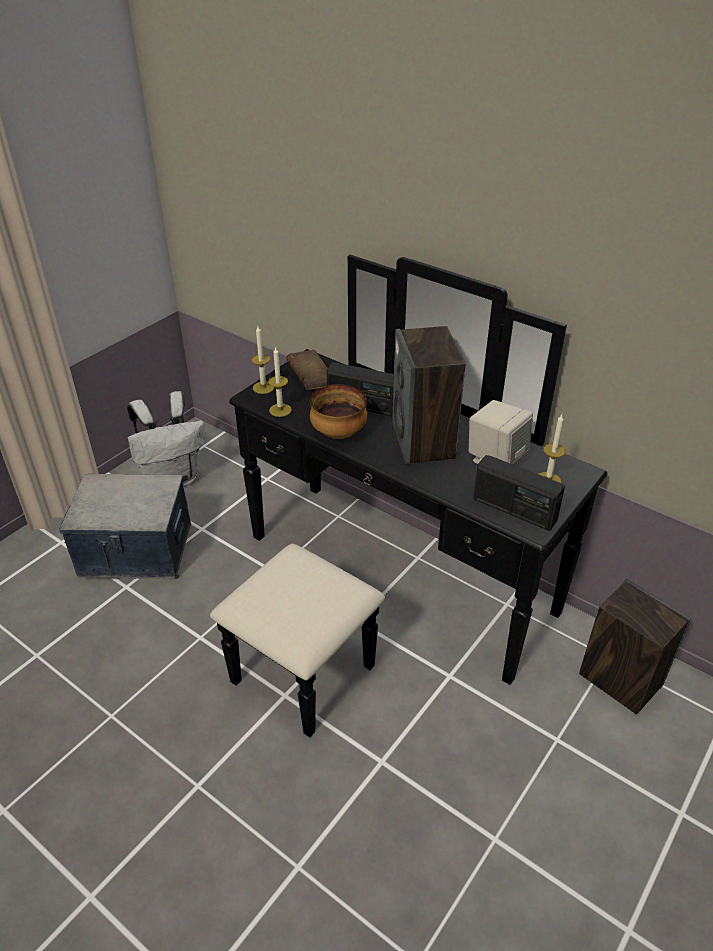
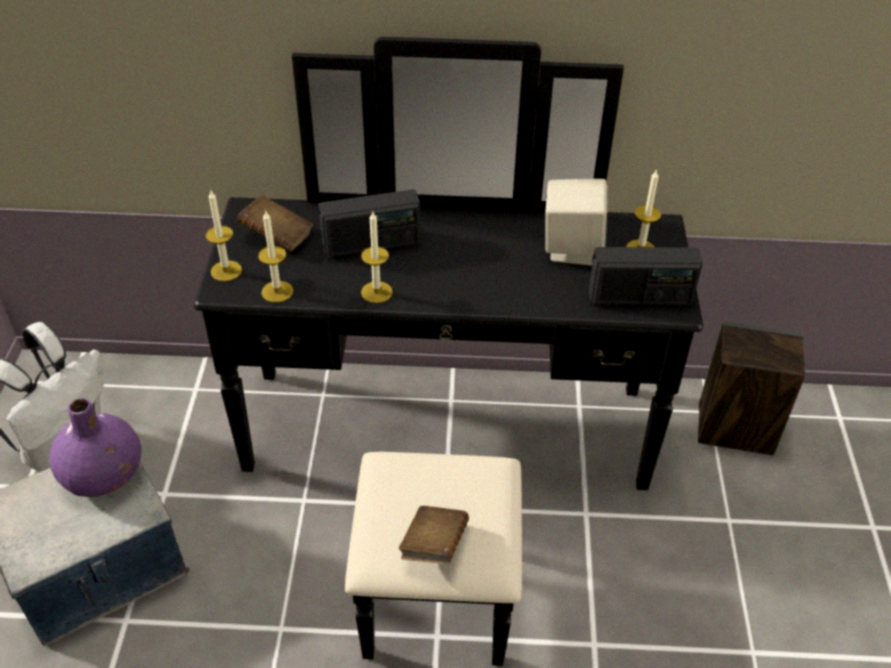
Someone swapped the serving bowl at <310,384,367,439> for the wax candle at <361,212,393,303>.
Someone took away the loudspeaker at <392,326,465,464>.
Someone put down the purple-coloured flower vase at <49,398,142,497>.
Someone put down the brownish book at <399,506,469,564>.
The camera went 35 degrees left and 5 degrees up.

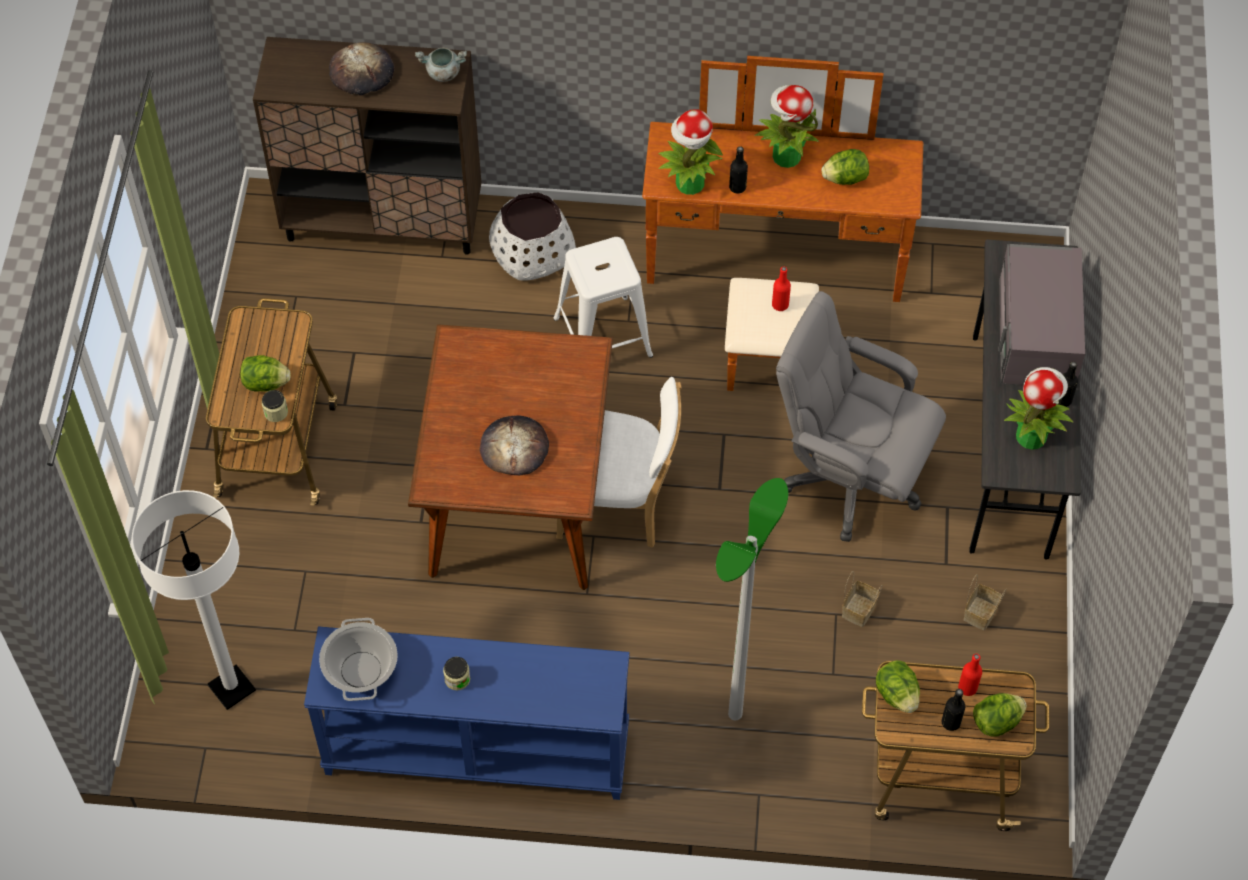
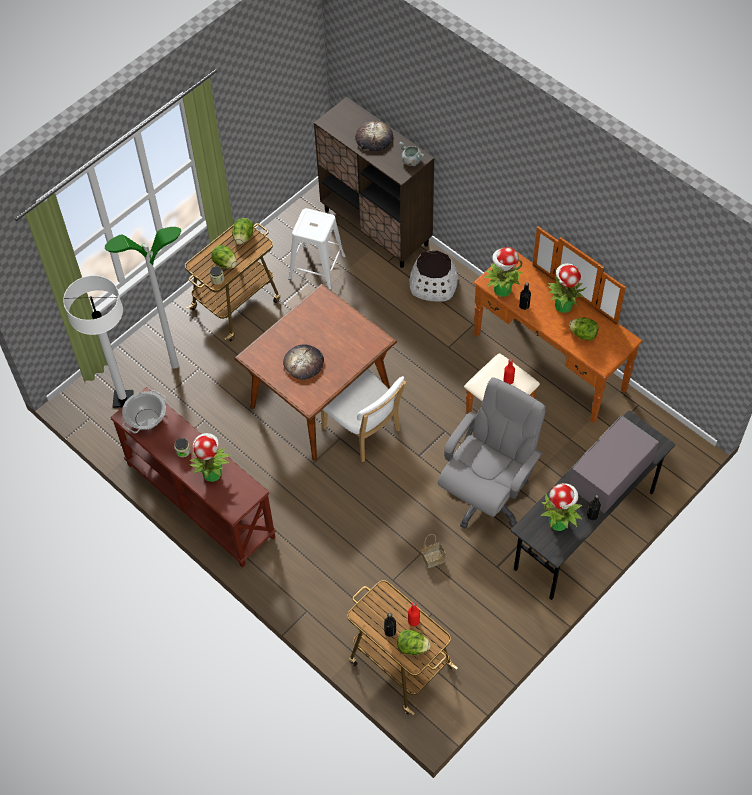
Someone repainted the blue hall table at <304,626,630,800>, which became the brownish hall table at <110,387,276,568>.
Someone carried the white stool from <553,237,653,358> to <288,208,346,290>.
Someone carried the floor lamp from <716,478,788,721> to <105,227,181,368>.
Someone rotated the greyish office chair at <776,291,946,542> by 60 degrees clockwise.
Someone carried the head of lettuce from <876,660,920,713> to <232,218,254,244>.
Someone took away the household basket at <964,575,1006,630>.
Someone put down the plant in a pot at <189,433,231,482>.
The camera went 40 degrees right and 0 degrees up.

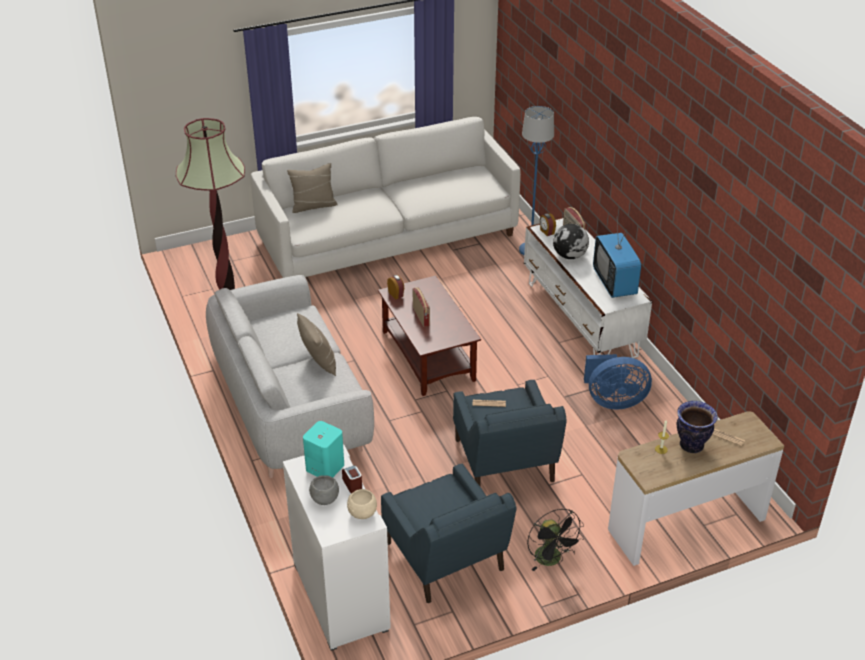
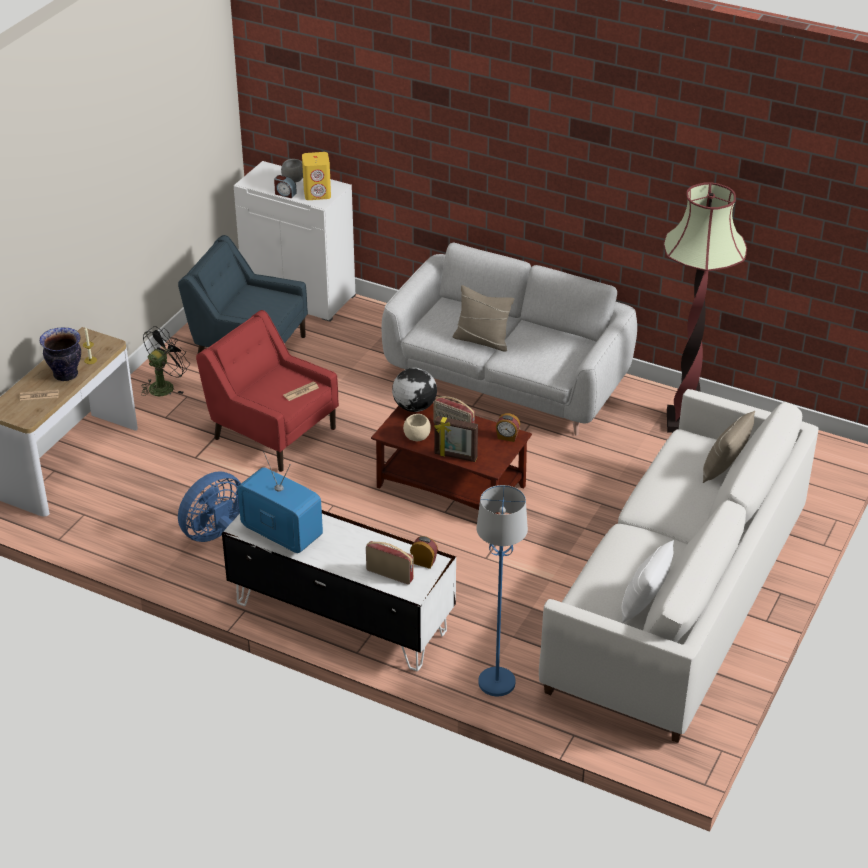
Someone repainted the blue-green loudspeaker at <303,421,344,477>, which became the yellow-coloured loudspeaker at <302,152,331,200>.
Someone carried the beige serving bowl from <347,489,377,519> to <403,414,431,441>.
Someone repainted the blue lounge chair at <453,380,567,487>, which became the red-coloured lounge chair at <196,310,339,472>.
Someone rotated the black cooling fan at <527,509,584,571> by 105 degrees clockwise.
Someone carried the world globe from <553,224,589,259> to <392,368,437,412>.
Someone put down the photo frame at <434,416,478,462>.
Someone put down the white throw pillow at <621,540,674,623>.
The camera went 140 degrees right and 0 degrees up.

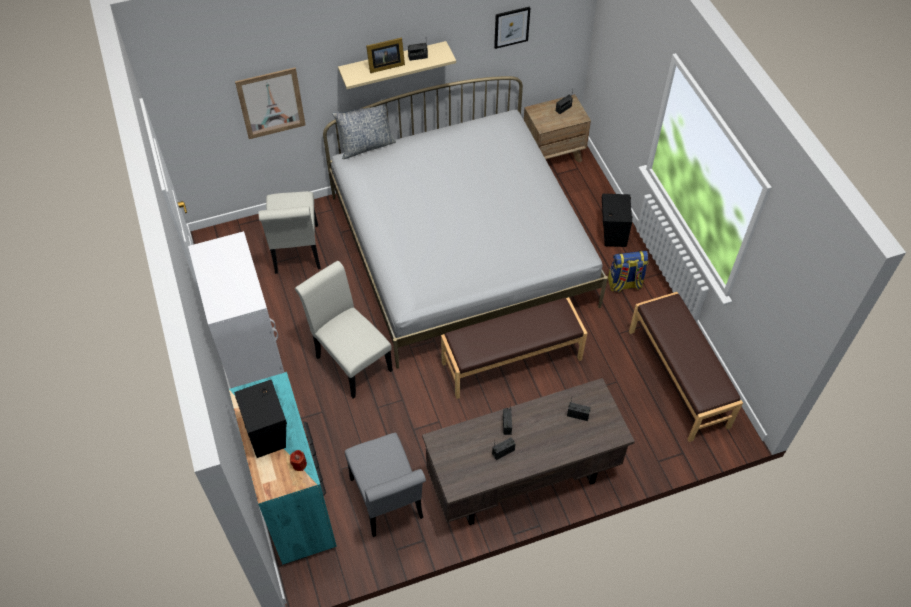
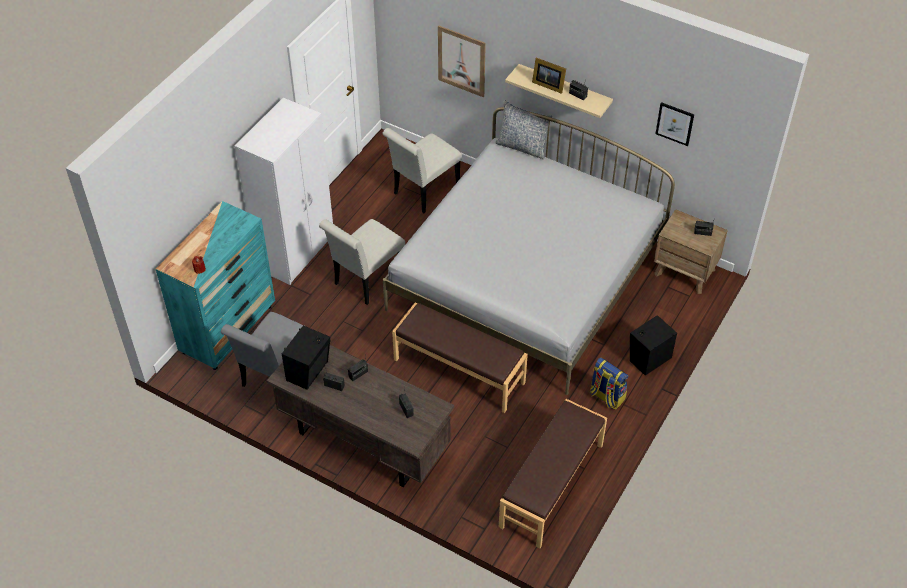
Someone carried the black loudspeaker from <234,380,287,458> to <282,325,331,390>.
Someone rotated the white plain chair at <295,261,393,399> by 150 degrees counterclockwise.
The camera went 50 degrees right and 5 degrees down.

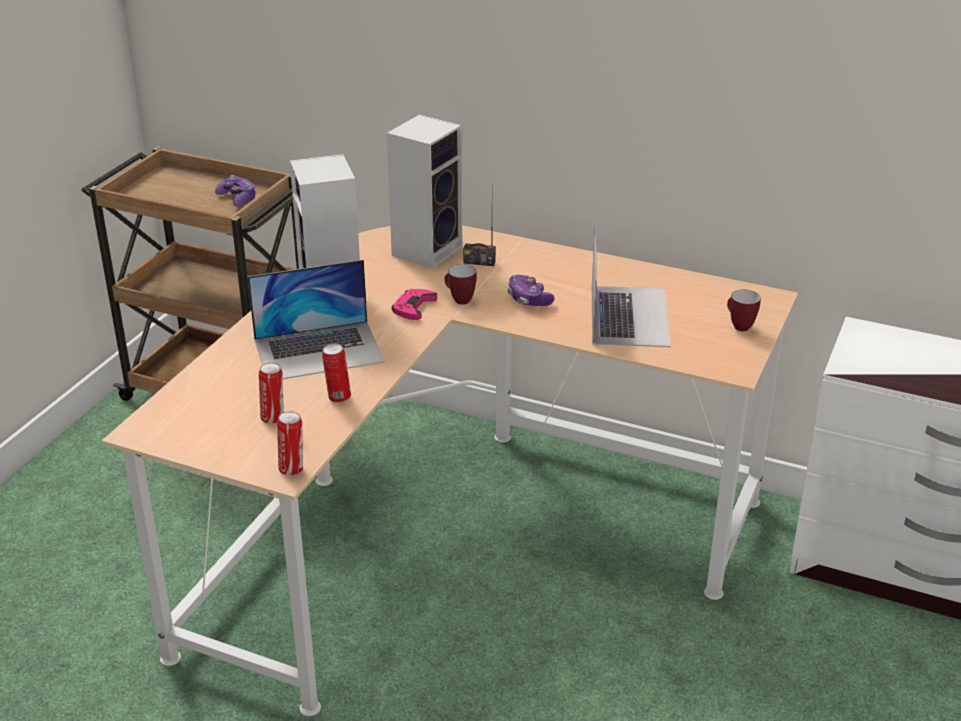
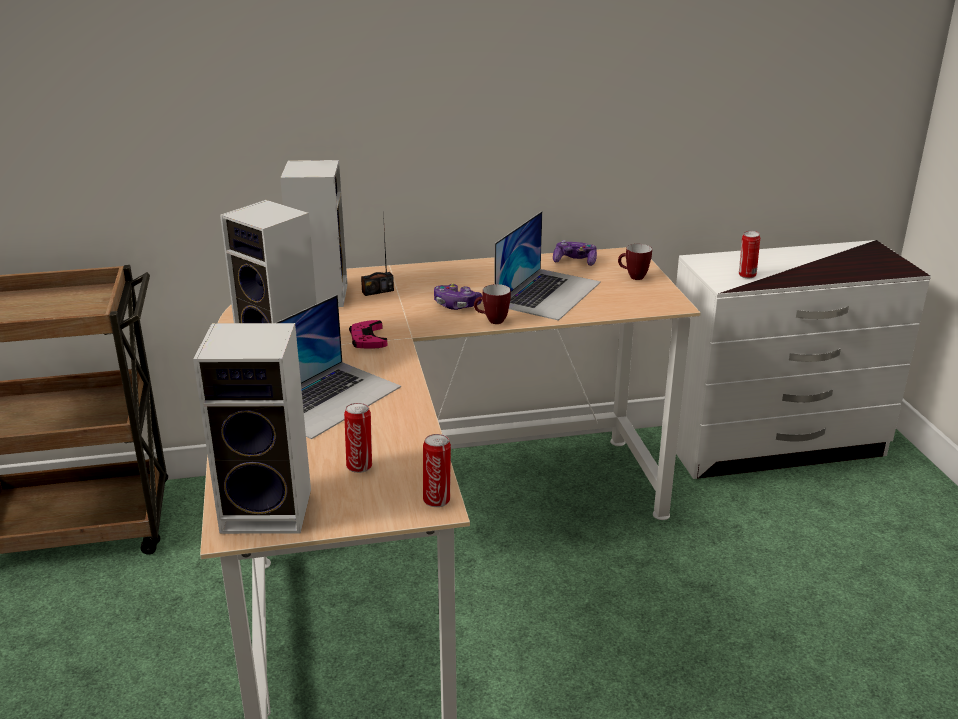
Someone carried the game controller from <215,175,257,207> to <553,240,597,266>.
Someone carried the sealed can from <322,343,351,403> to <739,231,760,278>.
Someone carried the coffee mug from <445,264,477,305> to <474,284,511,324>.
Someone rotated the portable computer at <592,226,671,347> by 60 degrees clockwise.
Someone put down the loudspeaker at <193,323,311,534>.
The camera went 35 degrees left and 5 degrees down.

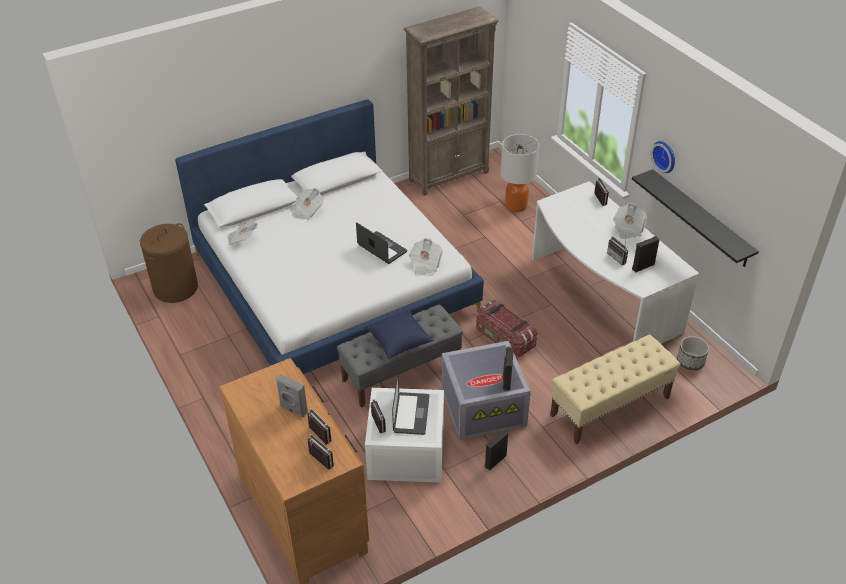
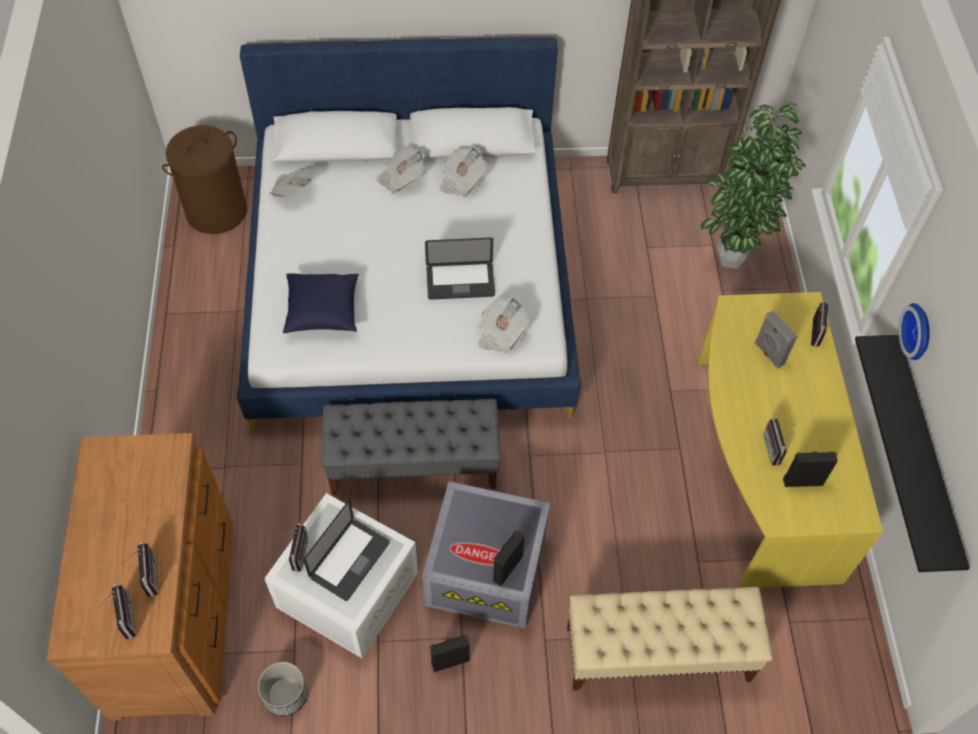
Someone carried the greyish loudspeaker from <276,374,308,417> to <755,311,797,369>.
Someone rotated the portable computer at <356,222,407,264> by 105 degrees clockwise.
Someone carried the blue throw pillow from <365,311,434,359> to <283,274,359,333>.
Someone took away the storage container at <476,300,537,357>.
Someone swapped the tabletop lamp at <500,134,539,212> for the plant in a pot at <700,102,806,269>.
Someone repainted the white desk unit at <532,181,699,344>, which became the yellow-coloured desk unit at <698,292,883,588>.
Someone carried the printed paper from <613,203,647,239> to <440,147,487,197>.
Someone carried the planter from <677,336,709,370> to <258,662,308,717>.
The camera went 25 degrees right and 15 degrees up.

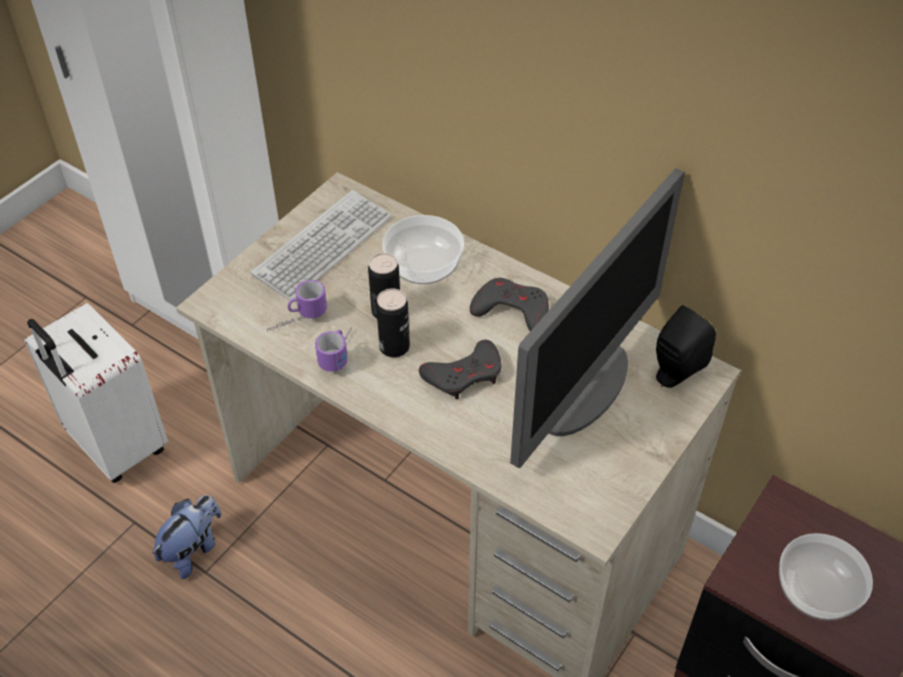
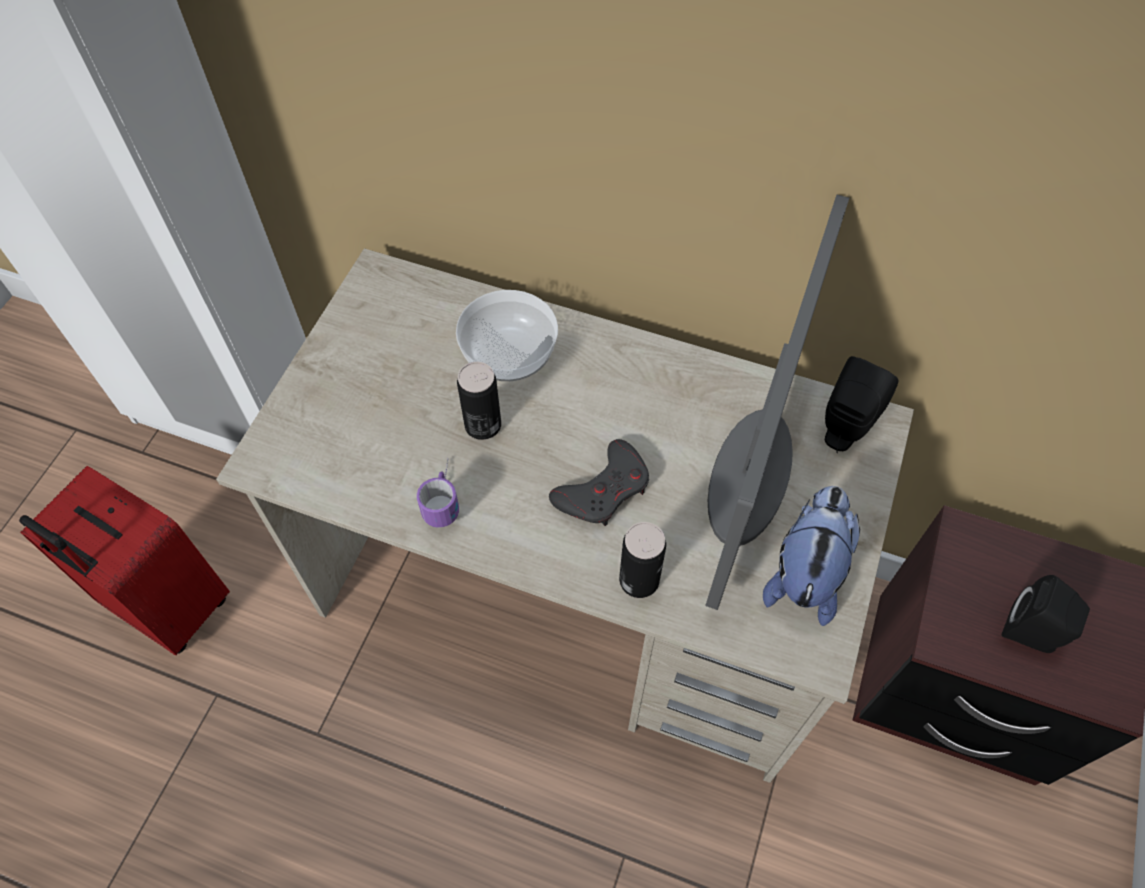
Someone repainted the white travel case at <24,303,168,483>, which became the red-coloured travel case at <19,466,230,655>.
Someone carried the plush toy from <152,495,222,579> to <763,486,860,626>.
Someone took away the PC keyboard at <251,190,392,300>.
Someone took away the coffee mug at <267,280,327,332>.
Someone carried the sealed can from <376,288,410,357> to <619,522,666,598>.
Someone took away the greyish game controller at <470,278,549,331>.
Someone swapped the serving bowl at <779,533,873,621> for the black loudspeaker at <1001,575,1090,653>.
The camera went 15 degrees left and 10 degrees up.

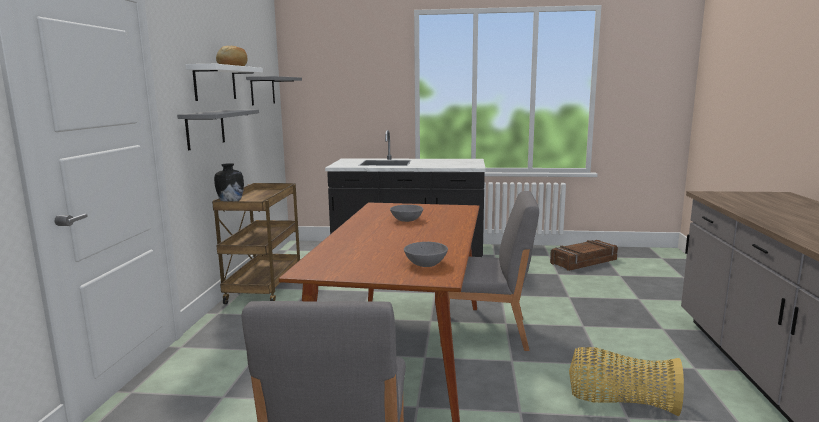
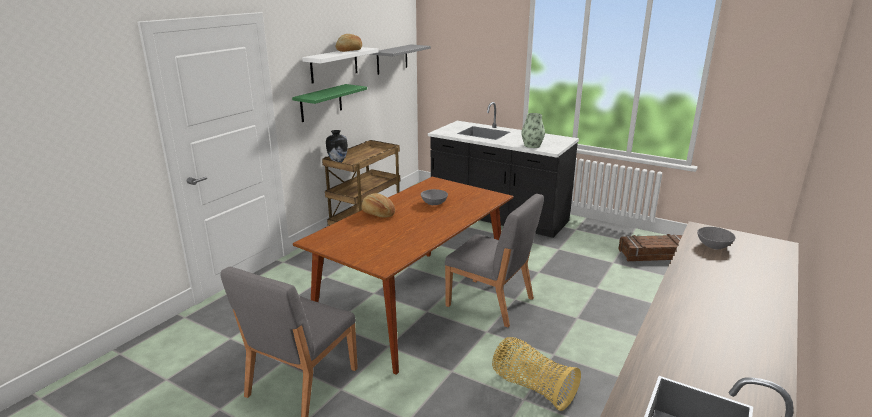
Someone repainted the greyish wall shelf at <177,110,259,150>, which became the green wall shelf at <292,84,367,122>.
Someone carried the greyish serving bowl from <404,242,448,267> to <697,227,736,249>.
Someone put down the bread at <361,193,395,218>.
Someone put down the flower vase at <521,113,545,148>.
The camera went 25 degrees right and 10 degrees up.

